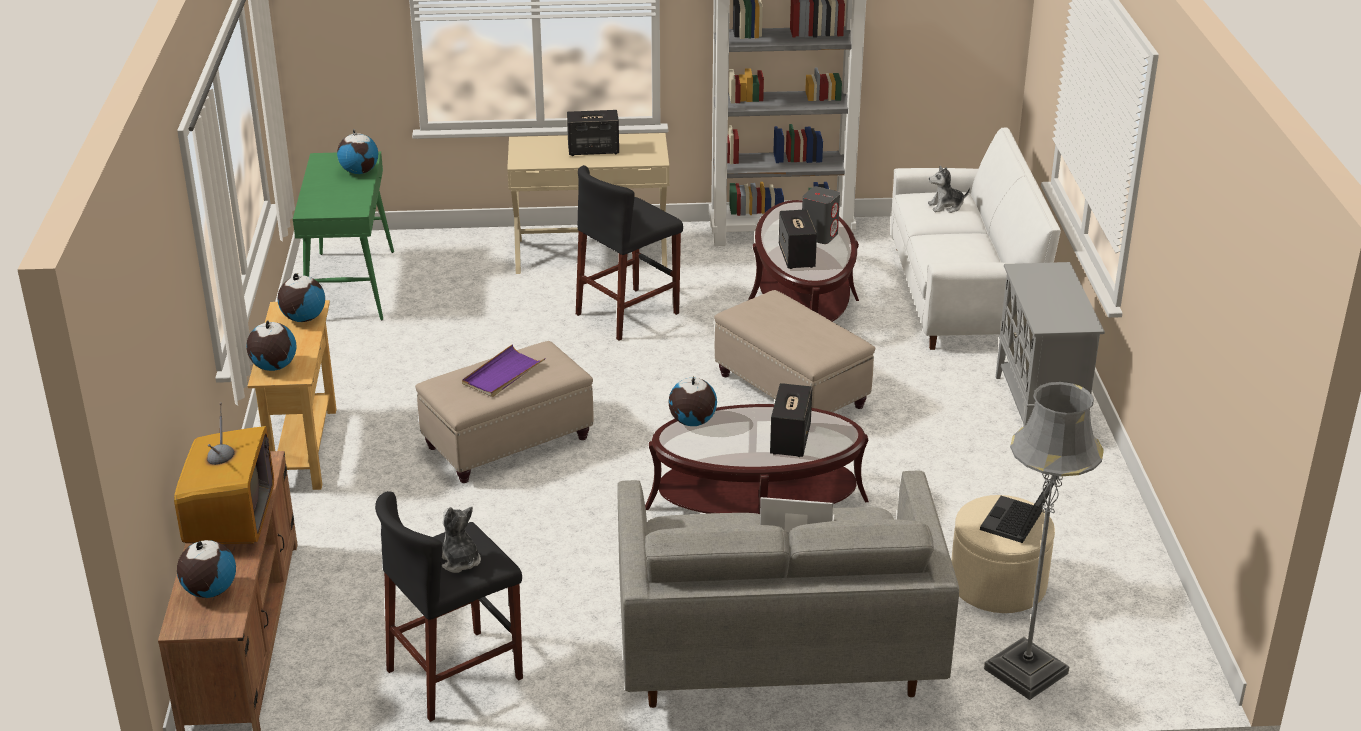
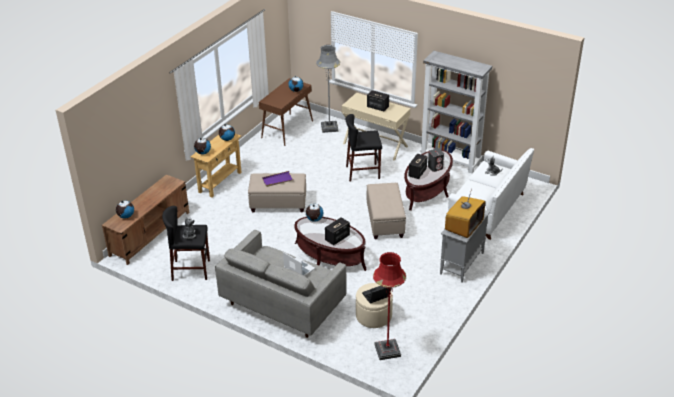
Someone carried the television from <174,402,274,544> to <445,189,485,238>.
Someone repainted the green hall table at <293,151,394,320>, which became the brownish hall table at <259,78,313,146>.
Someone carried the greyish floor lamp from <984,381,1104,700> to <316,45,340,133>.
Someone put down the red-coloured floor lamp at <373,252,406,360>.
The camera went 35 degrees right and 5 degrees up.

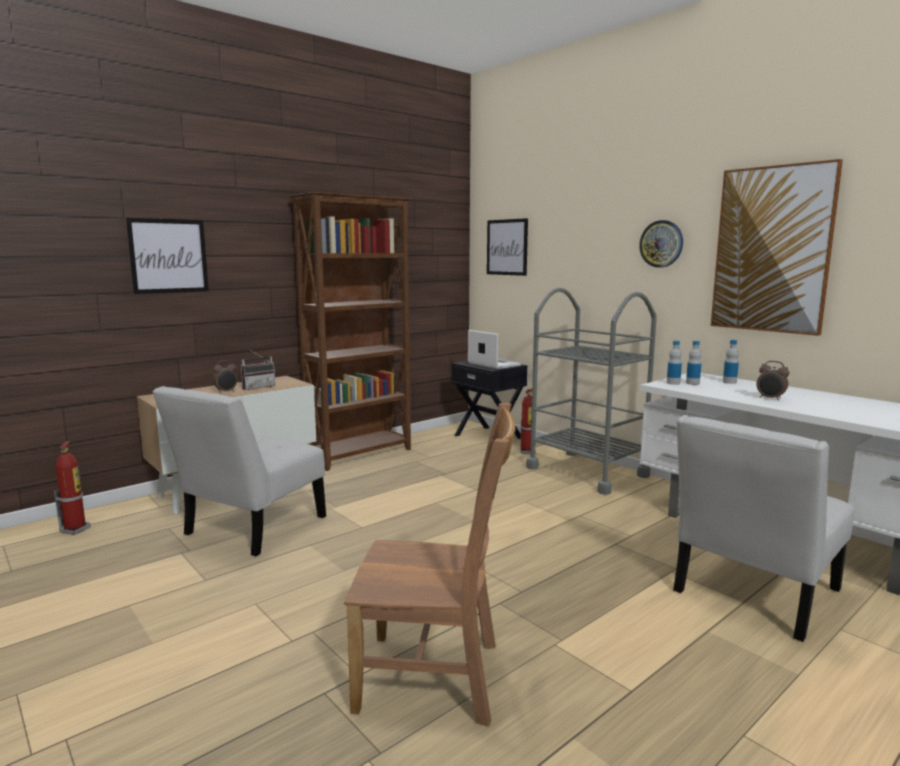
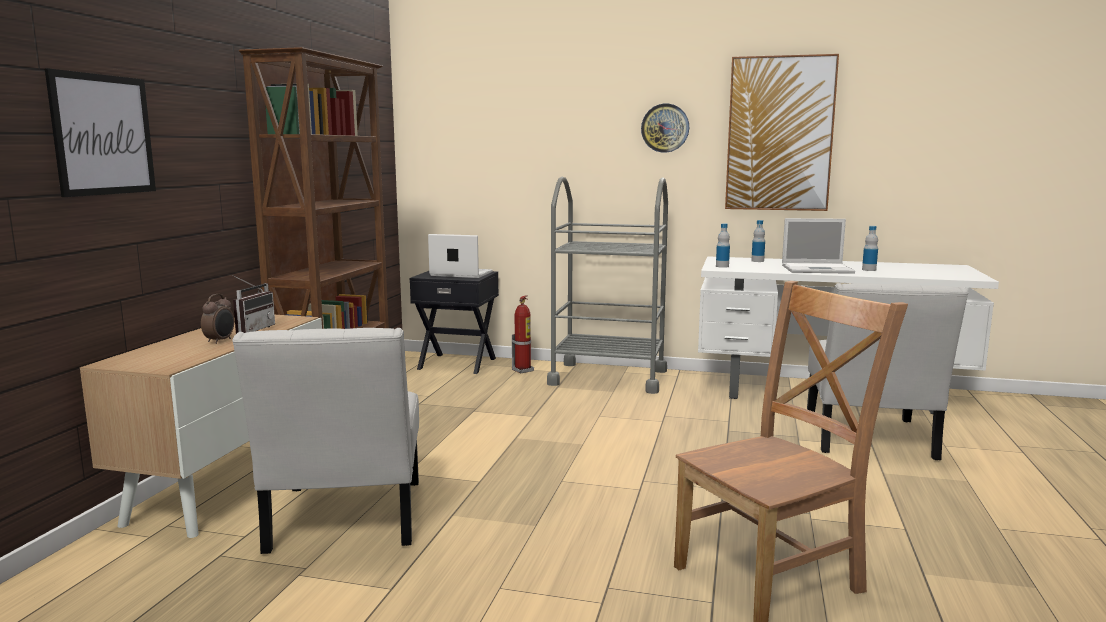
Someone took away the fire-fighting cylinder at <54,441,91,535>.
Someone took away the picture at <487,218,528,276>.
Someone carried the bottle from <686,341,702,385> to <862,226,878,271>.
Someone swapped the bedside clock at <756,361,790,401> for the portable computer at <782,218,855,274>.
The camera went 35 degrees left and 0 degrees up.

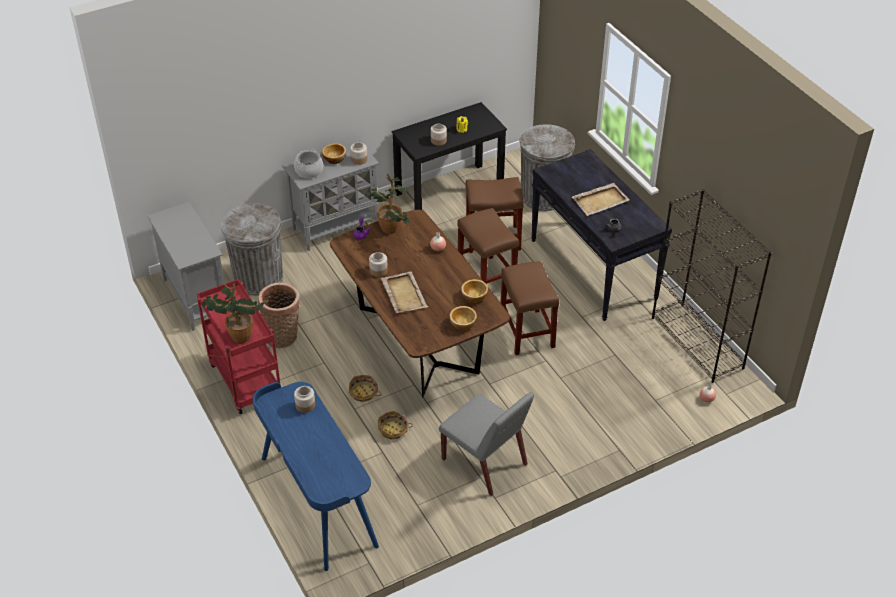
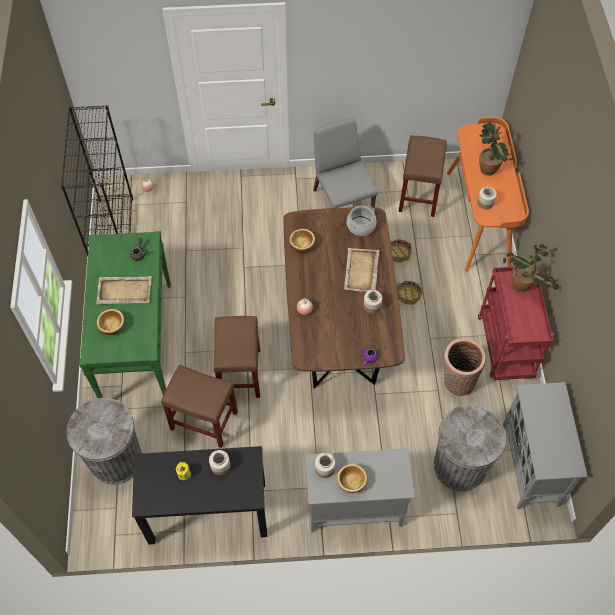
Someone repainted the blue desk unit at <253,382,379,571>, which became the orange desk unit at <447,117,529,272>.
Someone carried the saucepot from <294,150,323,178> to <347,205,376,236>.
Someone carried the plant in a pot from <366,174,411,234> to <479,121,513,176>.
Someone carried the serving bowl from <449,306,477,331> to <97,309,124,335>.
Someone carried the brownish stool from <500,261,559,355> to <398,135,447,217>.
Someone repainted the black hall table at <531,149,672,321>, which became the green hall table at <79,231,171,398>.
The camera went 155 degrees left and 15 degrees up.

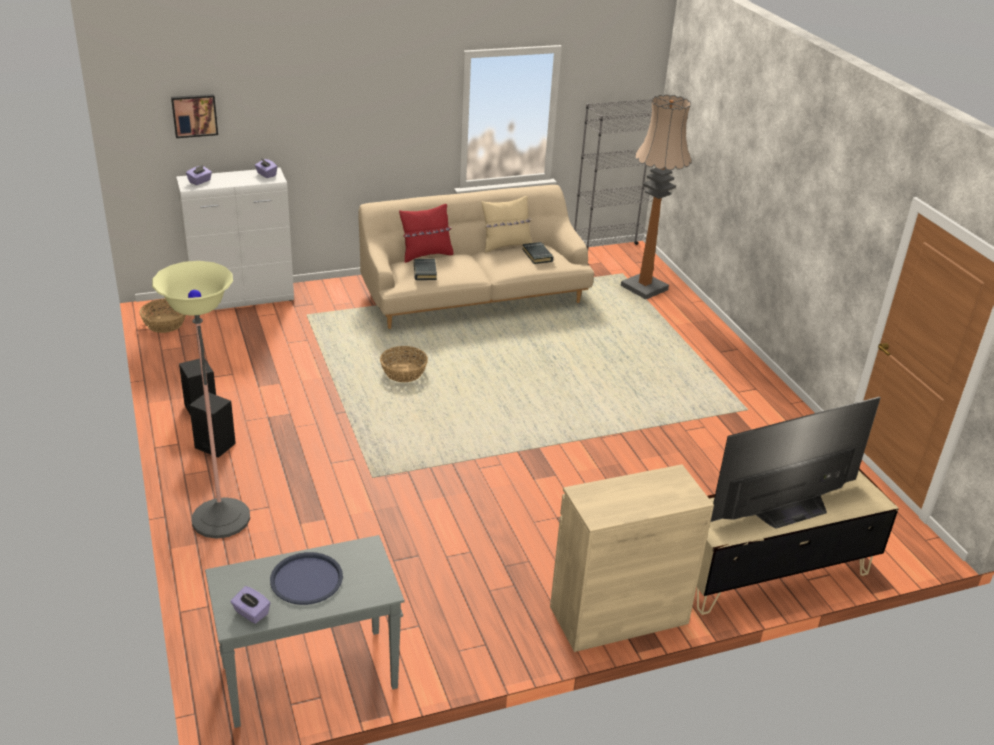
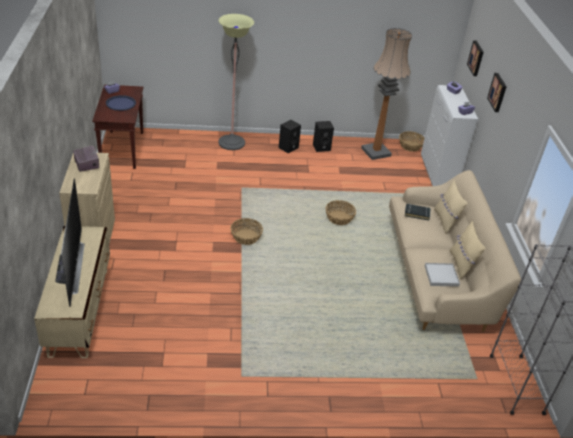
Someone repainted the greyish hall table at <205,535,404,728>, which became the brownish hall table at <92,85,144,169>.
Someone repainted the red-coloured throw pillow at <399,204,453,263>, which became the beige throw pillow at <434,180,468,233>.
Someone swapped the black book at <522,242,553,264> for the white tray at <425,263,460,287>.
Someone carried the floor lamp from <621,95,692,299> to <361,28,412,160>.
Someone put down the radio at <73,145,99,172>.
Someone put down the household basket at <231,218,263,245>.
Someone put up the picture at <487,73,507,112>.
The camera went 105 degrees right and 5 degrees up.

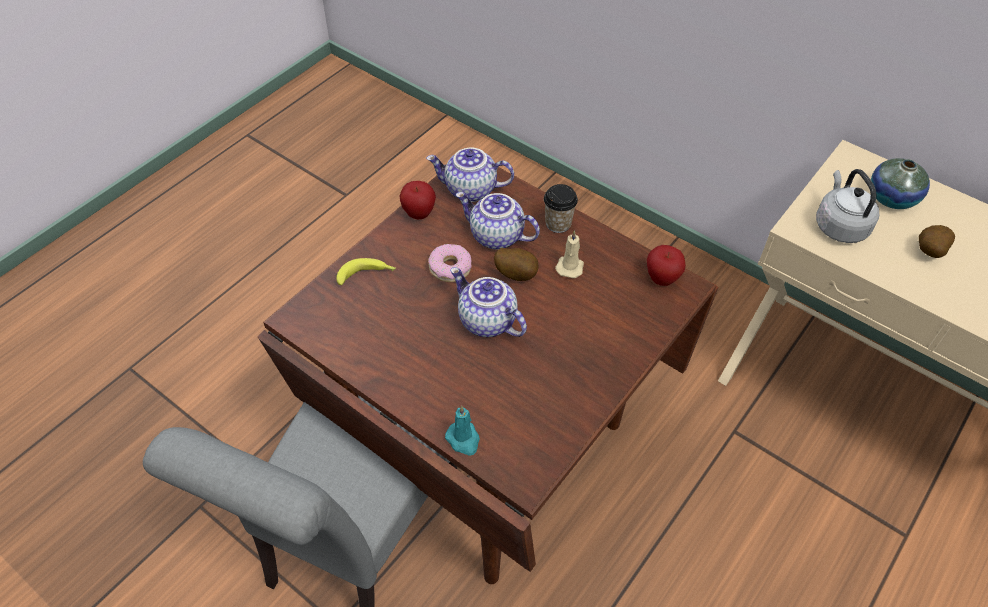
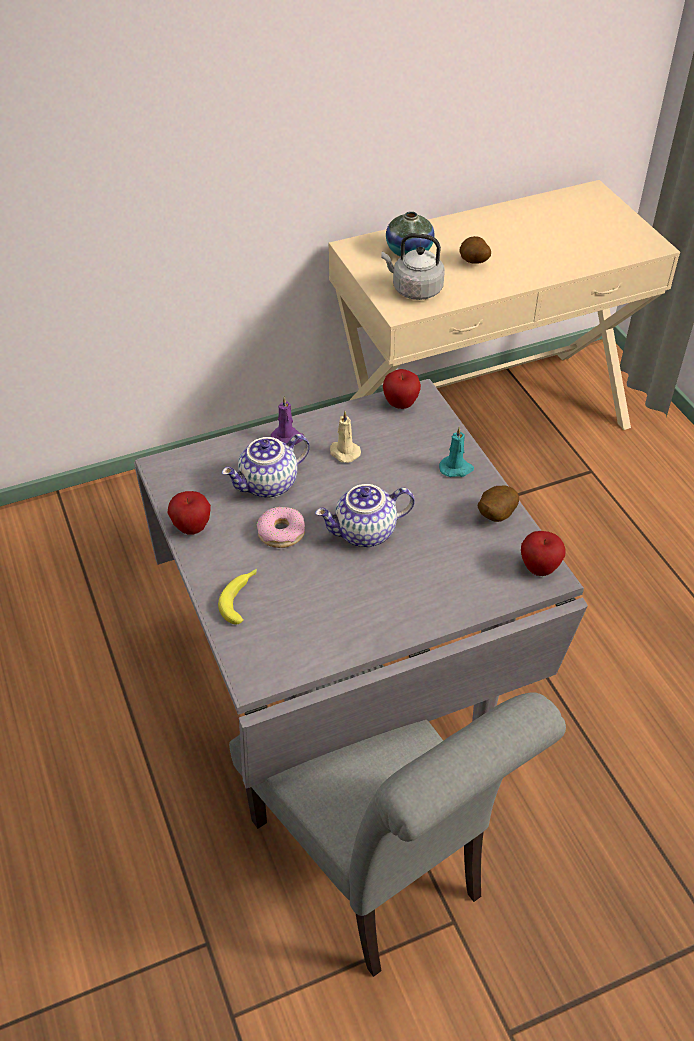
Someone repainted the brownish dining table at <258,167,719,584>, which became the greyish dining table at <134,379,588,789>.
Someone took away the tea pot at <426,148,514,202>.
Someone carried the blue-green wax candle from <445,405,480,456> to <439,426,474,477>.
Someone carried the whole potato from <494,248,539,281> to <477,486,519,522>.
Someone swapped the cup at <544,184,578,233> for the purple-coloured wax candle at <271,396,304,445>.
Someone put down the apple fruit at <521,531,566,576>.
The camera went 60 degrees left and 5 degrees down.

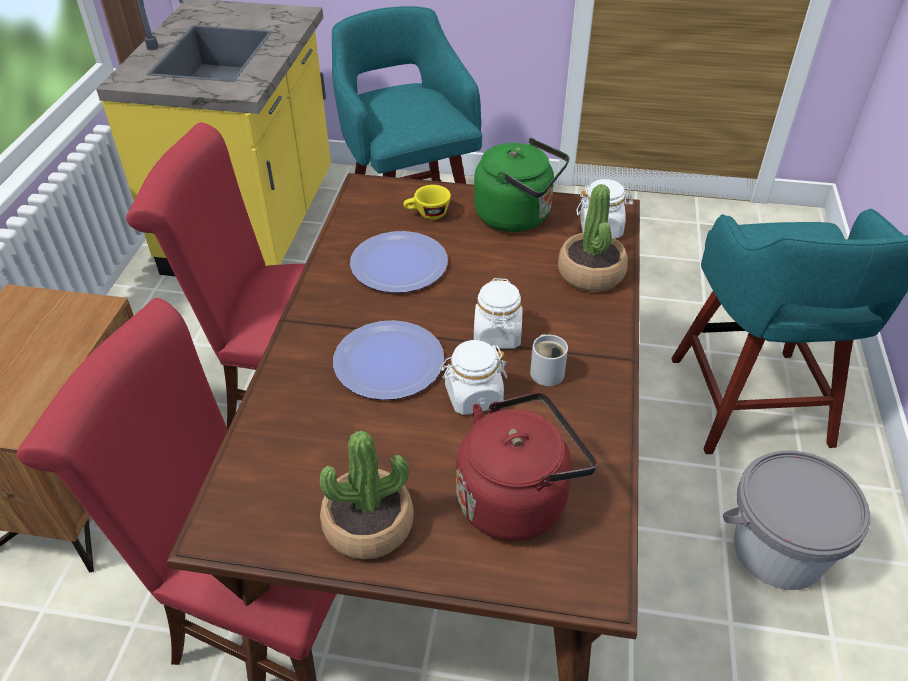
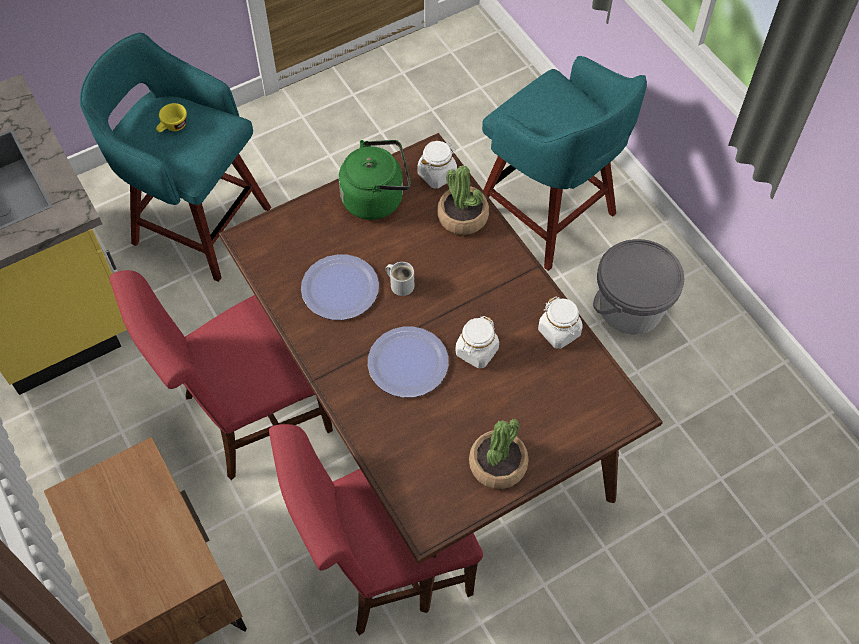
Someone carried the yellow-coloured cup from <404,185,451,220> to <156,103,187,132>.
Someone took away the red-coloured tea kettle at <456,392,597,541>.
Someone carried the white storage jar from <474,278,523,349> to <538,297,582,349>.
Someone carried the white coffee mug from <530,334,568,386> to <386,262,414,296>.
The camera went 40 degrees left and 15 degrees up.

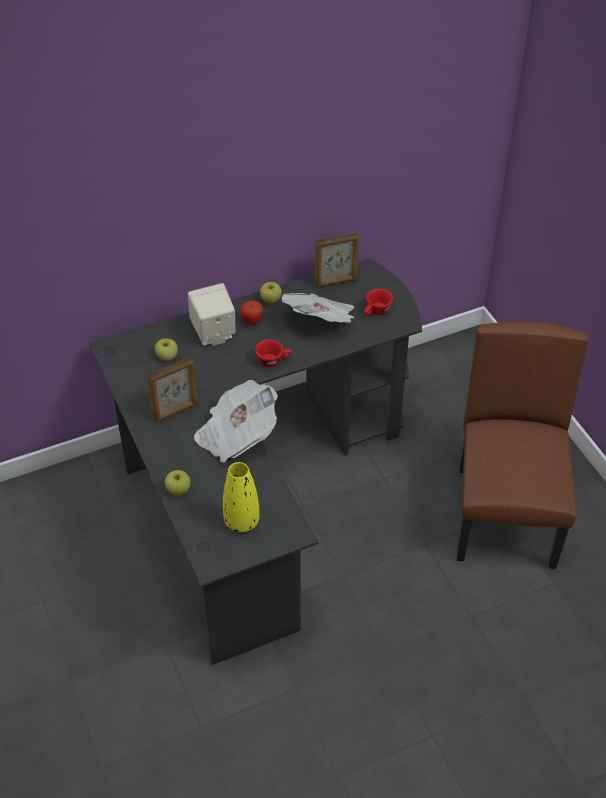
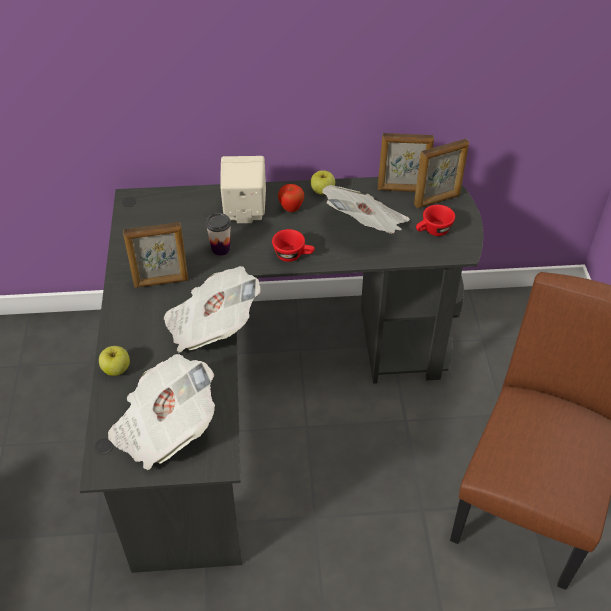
Someone took away the apple fruit at <155,339,178,361>.
Someone swapped the yellow-coloured flower vase at <223,462,259,532> for the printed paper at <108,354,215,470>.
Someone put down the cup at <205,213,231,256>.
Someone put down the photo frame at <414,139,469,208>.
The camera went 20 degrees right and 0 degrees up.

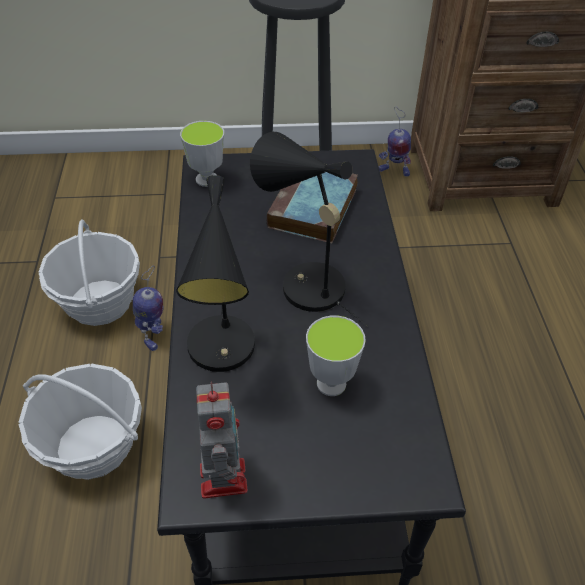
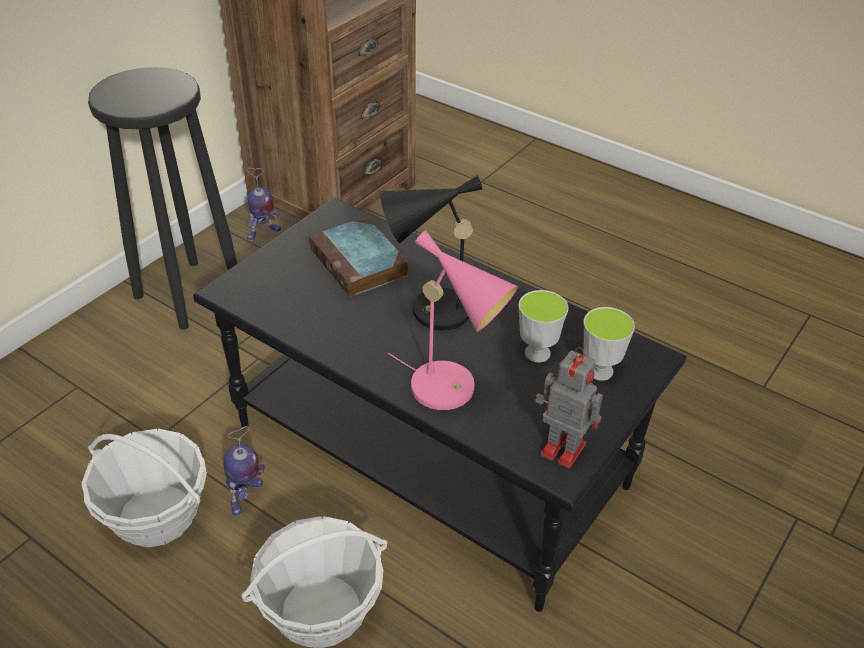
Someone rotated the model robot at <133,266,164,351> by 75 degrees clockwise.
Someone repainted the black tabletop lamp at <176,175,255,372>, which became the pink-coloured tabletop lamp at <388,230,518,410>.
Someone carried the cup from <180,121,224,187> to <583,307,635,381>.
The camera went 50 degrees left and 5 degrees down.

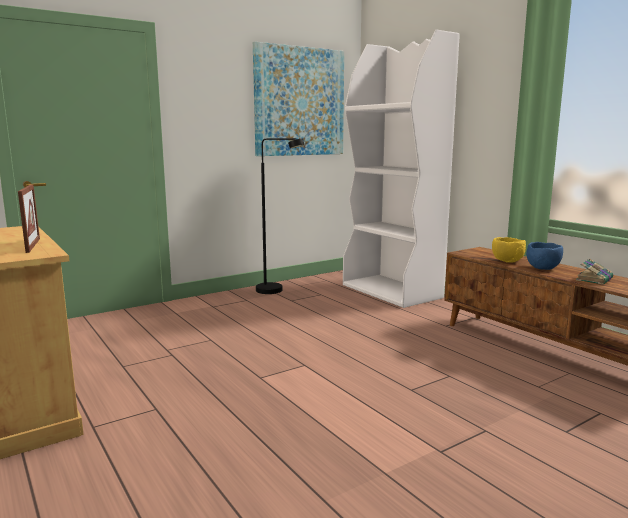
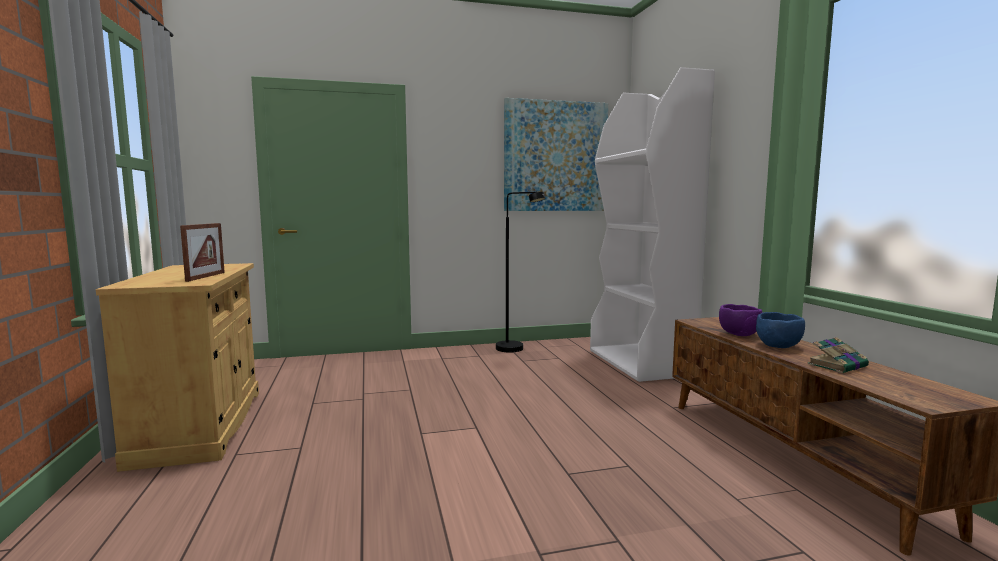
Someone repainted the yellow-coloured serving bowl at <492,237,526,263>, which became the purple-coloured serving bowl at <719,304,762,336>.
The camera went 20 degrees right and 5 degrees down.

